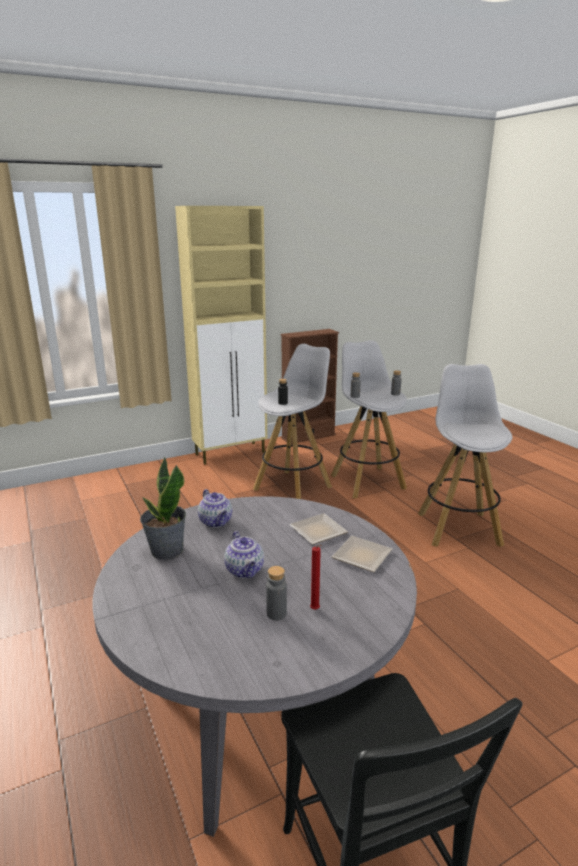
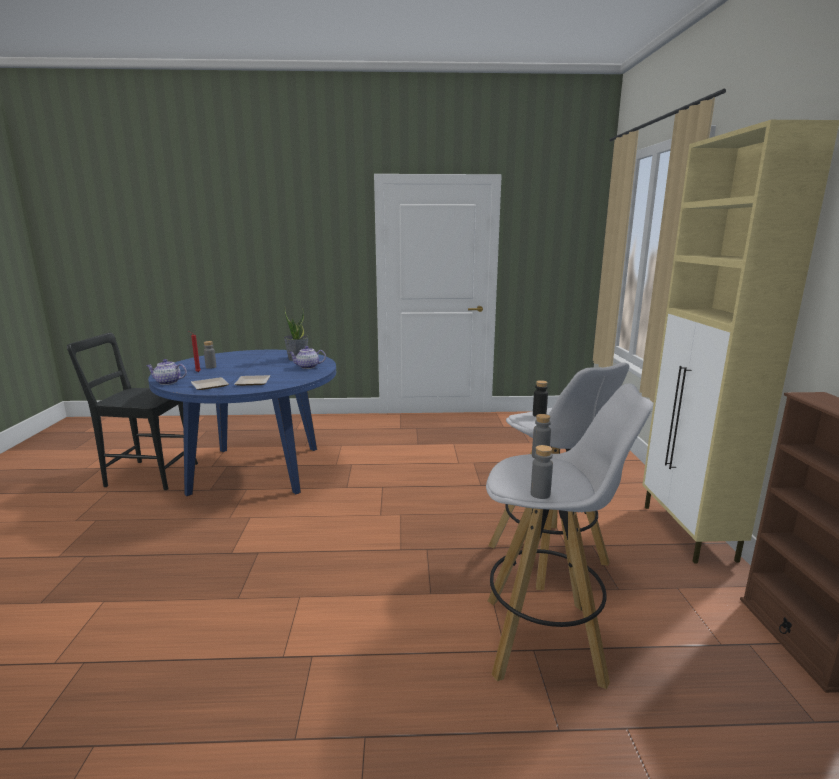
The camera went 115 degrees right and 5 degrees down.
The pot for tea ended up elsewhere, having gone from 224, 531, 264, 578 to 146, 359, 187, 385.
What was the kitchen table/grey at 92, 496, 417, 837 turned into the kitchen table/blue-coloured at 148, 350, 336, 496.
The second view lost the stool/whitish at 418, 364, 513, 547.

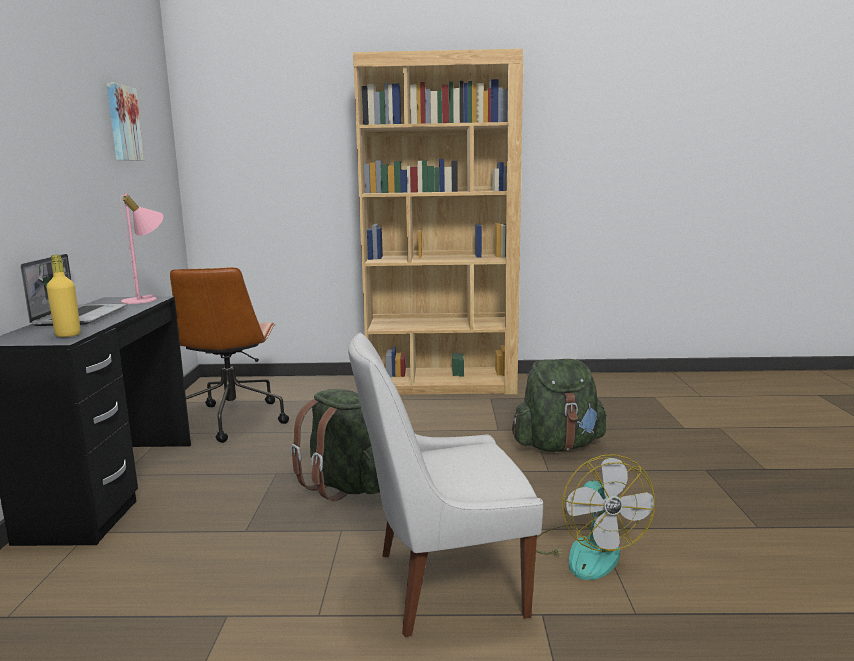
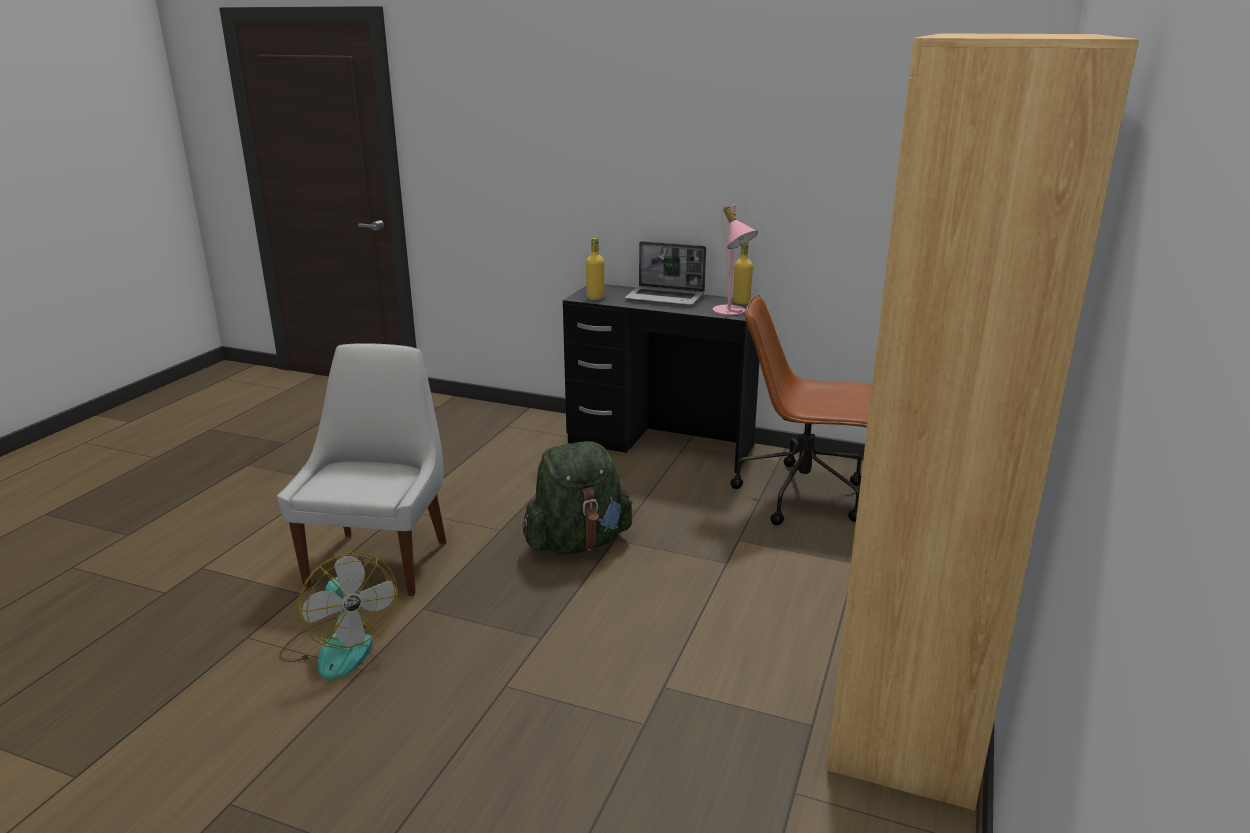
The camera went 110 degrees right and 10 degrees up.
The electric fan at 536, 454, 655, 580 ended up facing another way, 135 degrees counterclockwise from before.
The second view gained the drink bottle/yellow-coloured at 733, 242, 753, 304.
The second view lost the picture at 107, 83, 145, 161.
The second view lost the backpack/green-coloured at 512, 359, 607, 452.

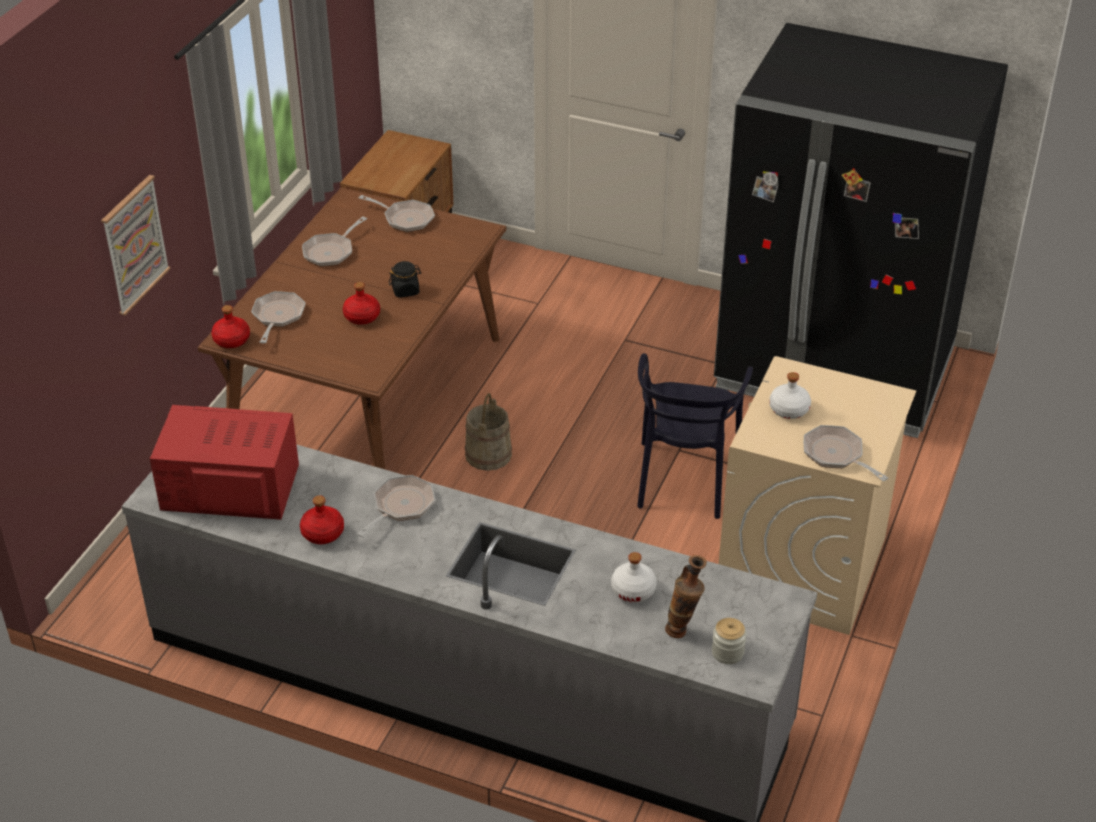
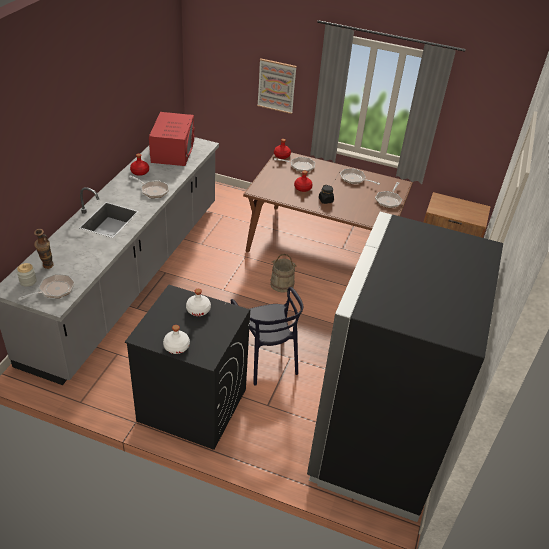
The camera went 85 degrees right and 0 degrees up.
The skillet ended up elsewhere, having gone from 804, 425, 888, 481 to 17, 274, 75, 301.
What was the laundry appliance/beige at 719, 356, 916, 635 turned into the laundry appliance/black at 125, 285, 250, 450.
The drink bottle/whitish ended up elsewhere, having gone from 611, 552, 657, 603 to 163, 325, 190, 354.
The upright chair/black at 637, 353, 753, 519 ended up facing another way, 120 degrees counterclockwise from before.

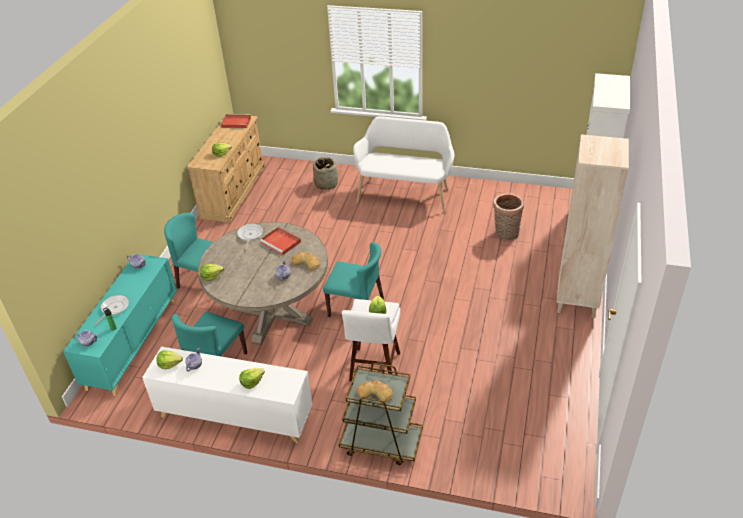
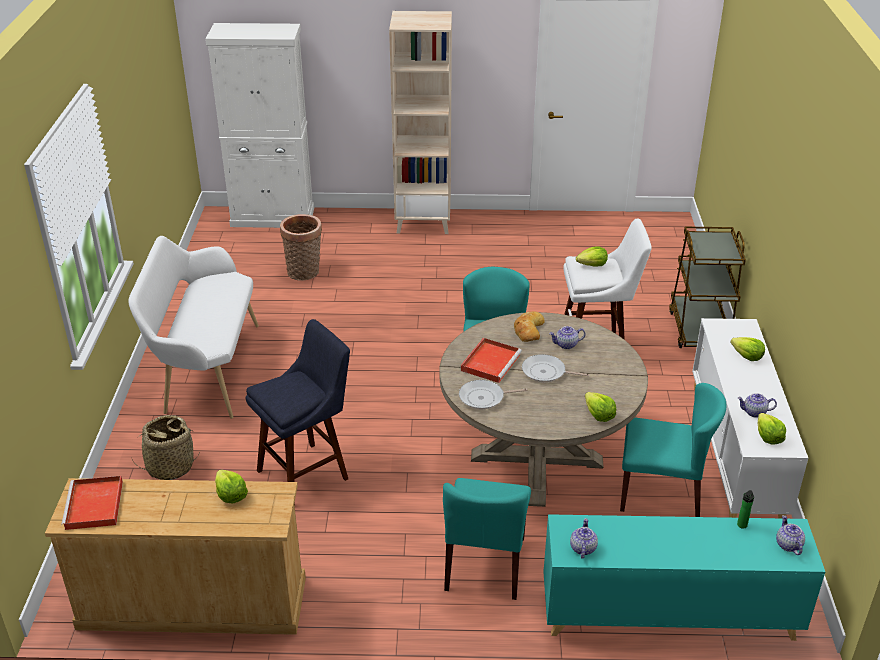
The camera went 105 degrees left and 5 degrees down.
The second view gained the stool/blue-coloured at 246, 319, 350, 505.
The skillet ended up elsewhere, having gone from 94, 295, 129, 325 to 522, 354, 590, 382.
The second view lost the bakery bread at 356, 381, 393, 402.

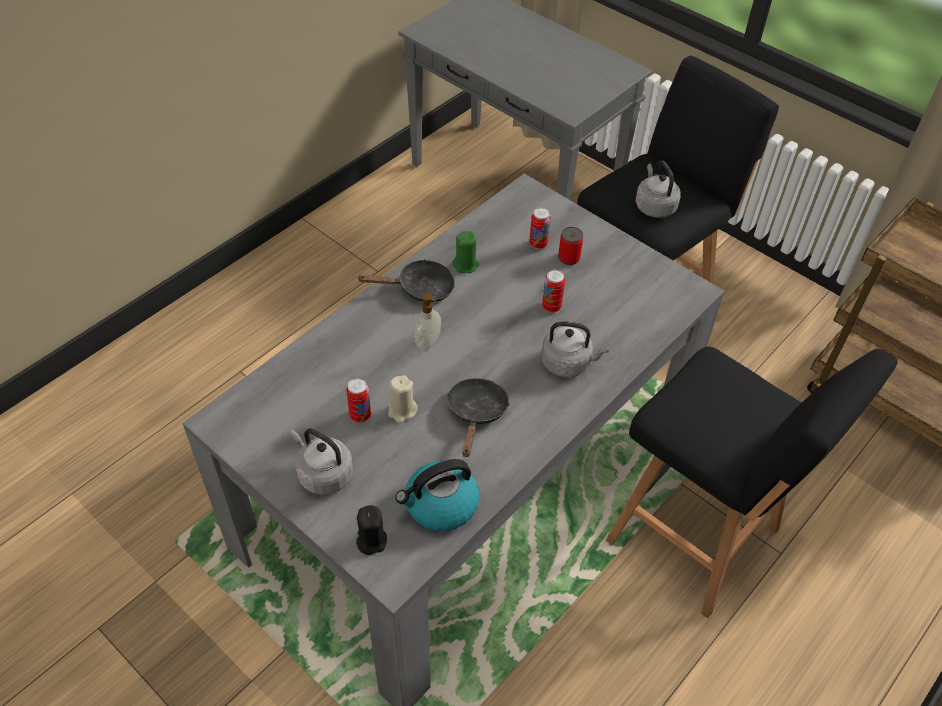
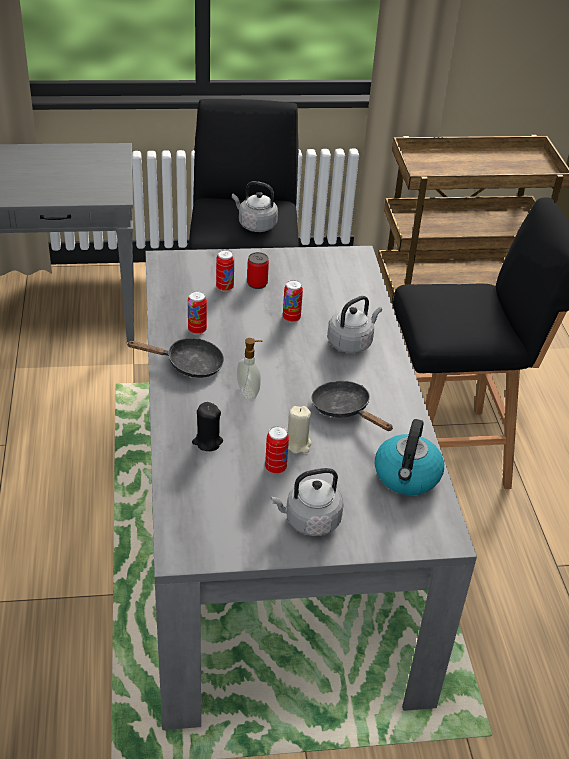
The camera went 50 degrees left and 10 degrees down.
The skillet/black at 358, 259, 455, 302 ended up facing another way, 60 degrees clockwise from before.
Where the candle/green-coloured stood at 453, 231, 479, 273, the sealed can came to stand at 188, 291, 207, 335.
The candle/black ended up elsewhere, having gone from 356, 505, 387, 555 to 192, 402, 223, 451.

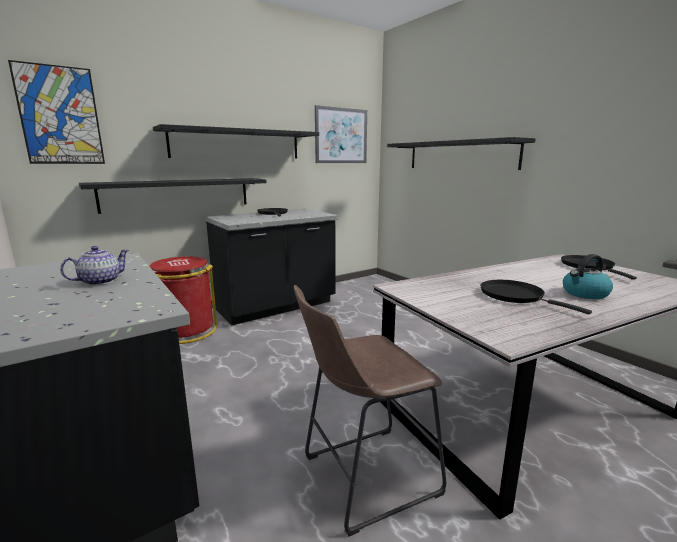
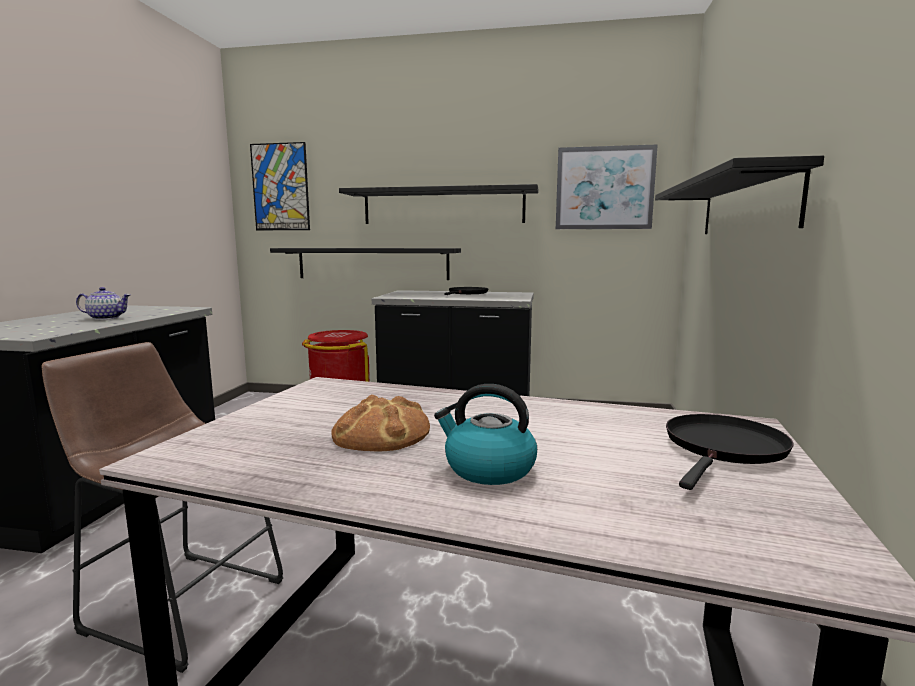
The camera went 45 degrees right and 5 degrees down.
Where the skillet/black stood at 481, 280, 592, 314, the bakery bread came to stand at 331, 394, 430, 451.

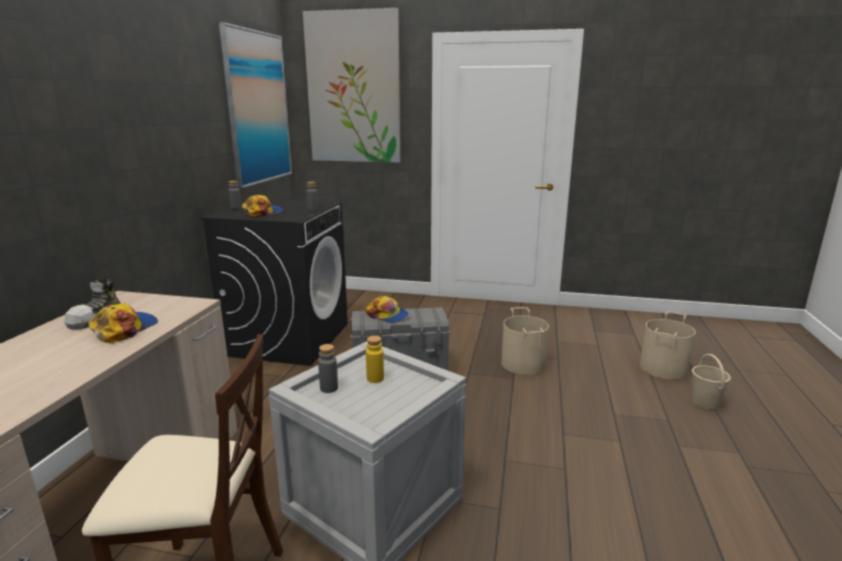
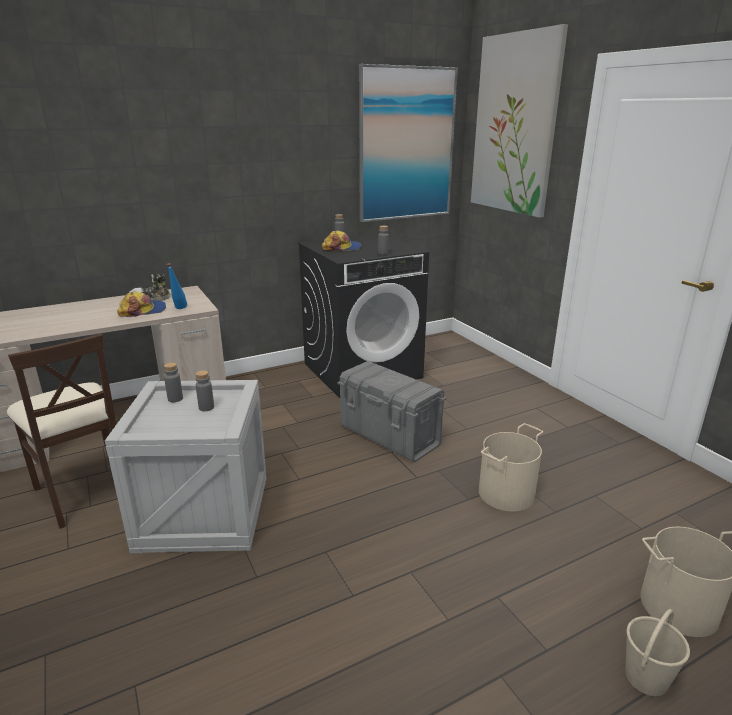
The camera went 50 degrees right and 5 degrees up.
The second view gained the drink bottle/blue-coloured at 167, 263, 187, 309.
What was the drink bottle/yellow-coloured at 366, 336, 384, 383 turned into the drink bottle/grey at 196, 370, 214, 411.
The second view lost the peaked cap at 365, 296, 409, 323.

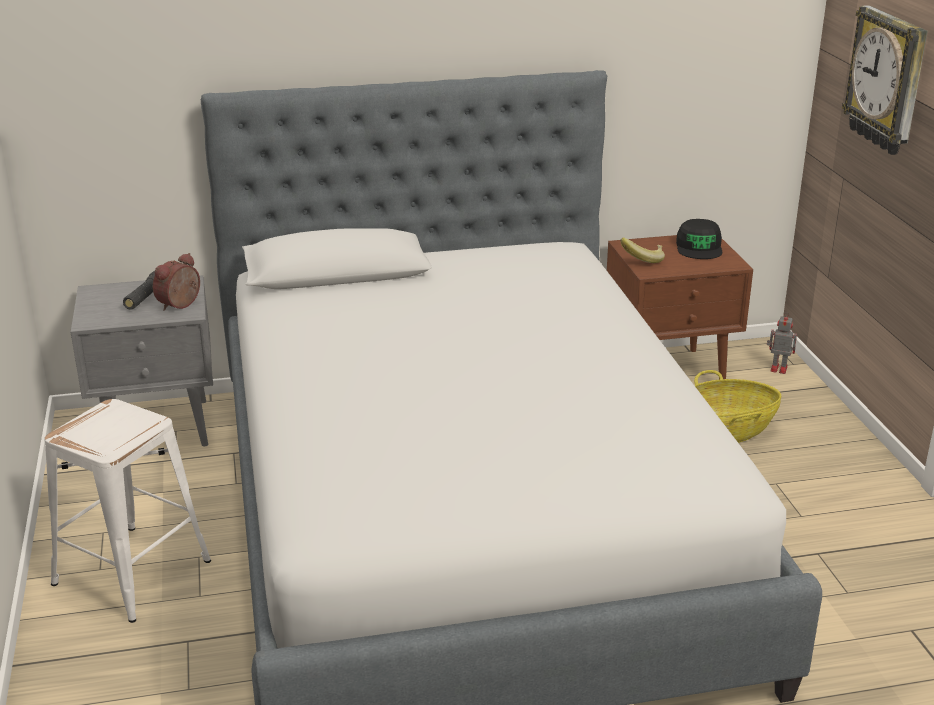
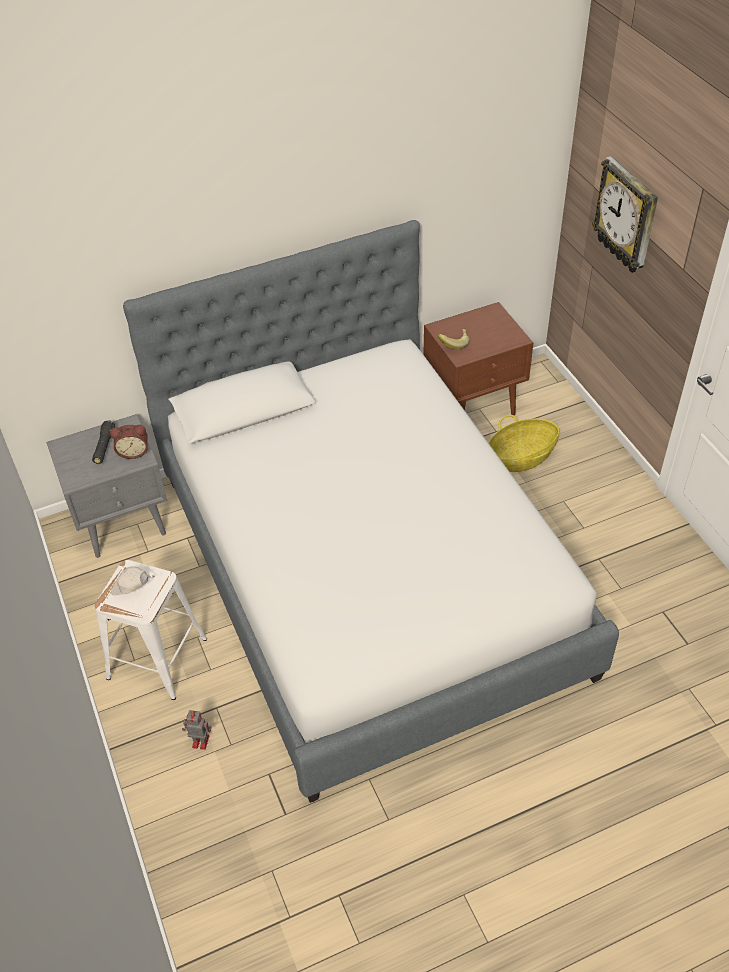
The camera went 10 degrees left and 20 degrees up.
The table clock at 153, 253, 200, 311 ended up facing another way, 120 degrees counterclockwise from before.
The second view gained the peaked cap/whitish at 111, 567, 155, 596.
The model robot ended up elsewhere, having gone from 767, 312, 797, 374 to 182, 710, 211, 750.
The second view lost the peaked cap/black at 676, 219, 722, 259.

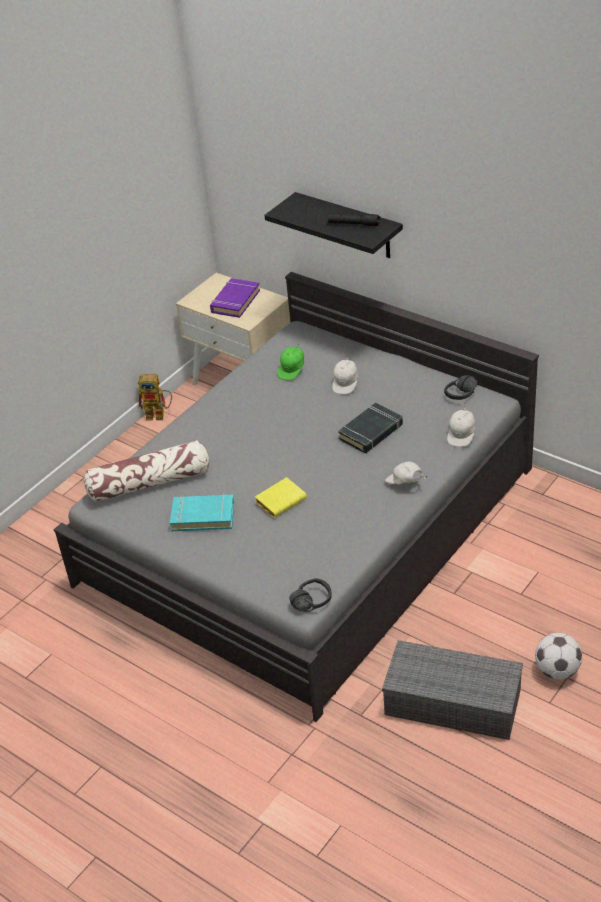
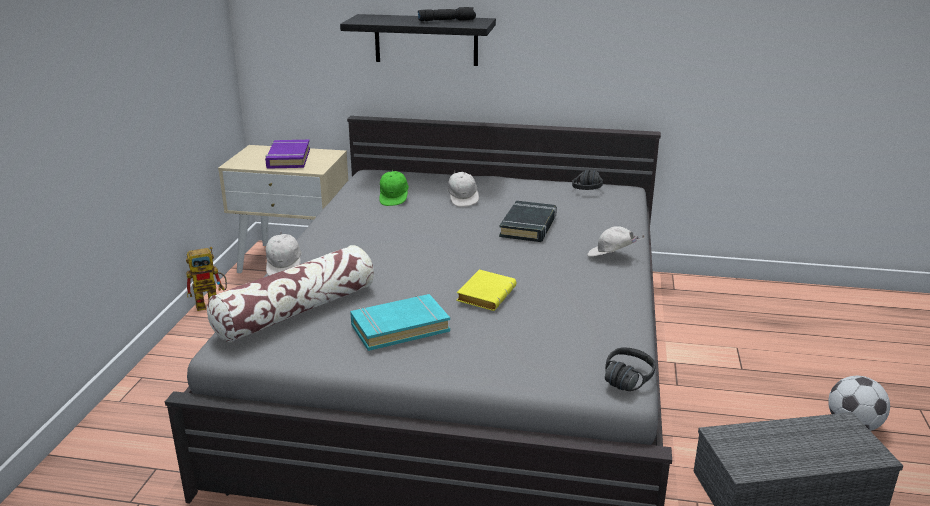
The camera went 30 degrees left and 15 degrees down.
The peaked cap/whitish ended up elsewhere, having gone from 447, 406, 476, 447 to 266, 232, 302, 276.

